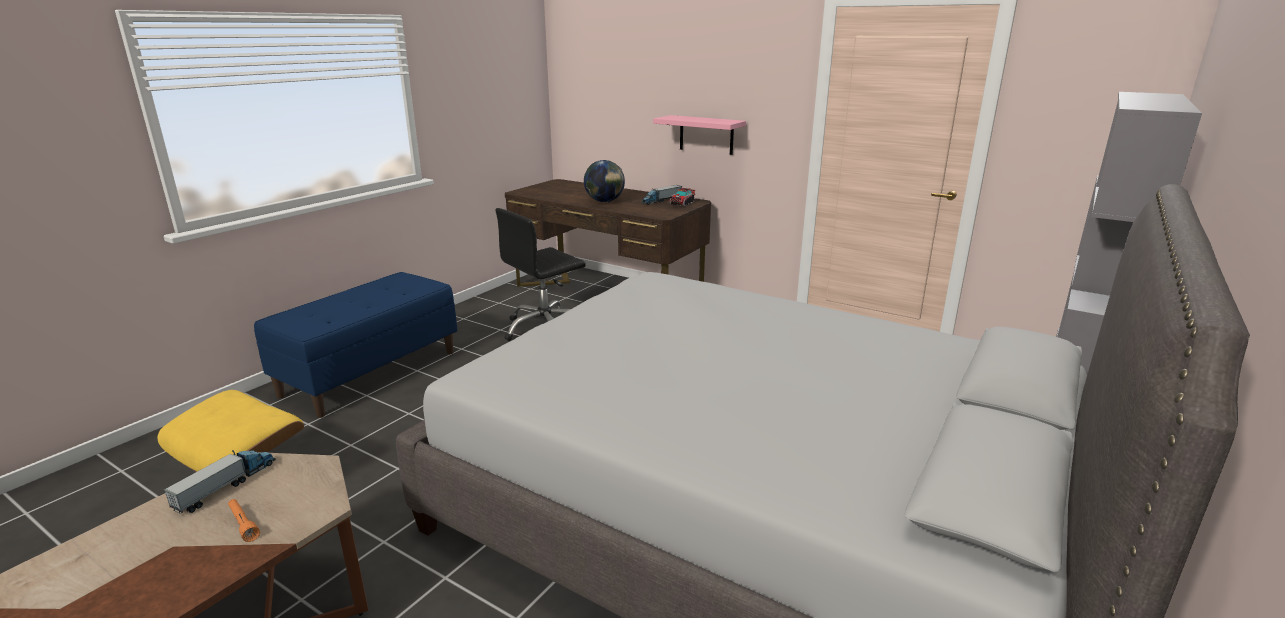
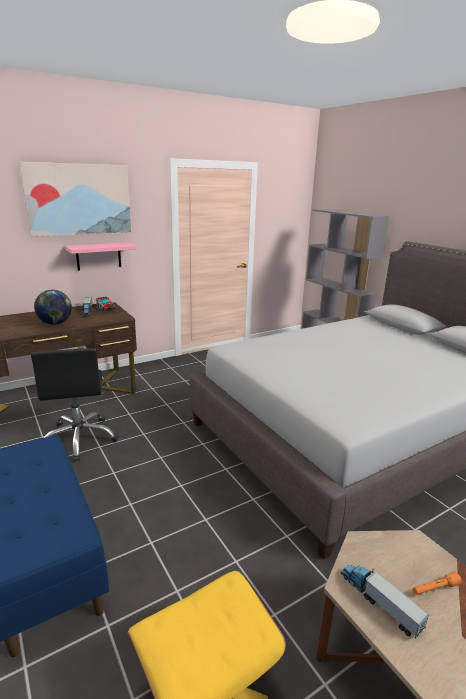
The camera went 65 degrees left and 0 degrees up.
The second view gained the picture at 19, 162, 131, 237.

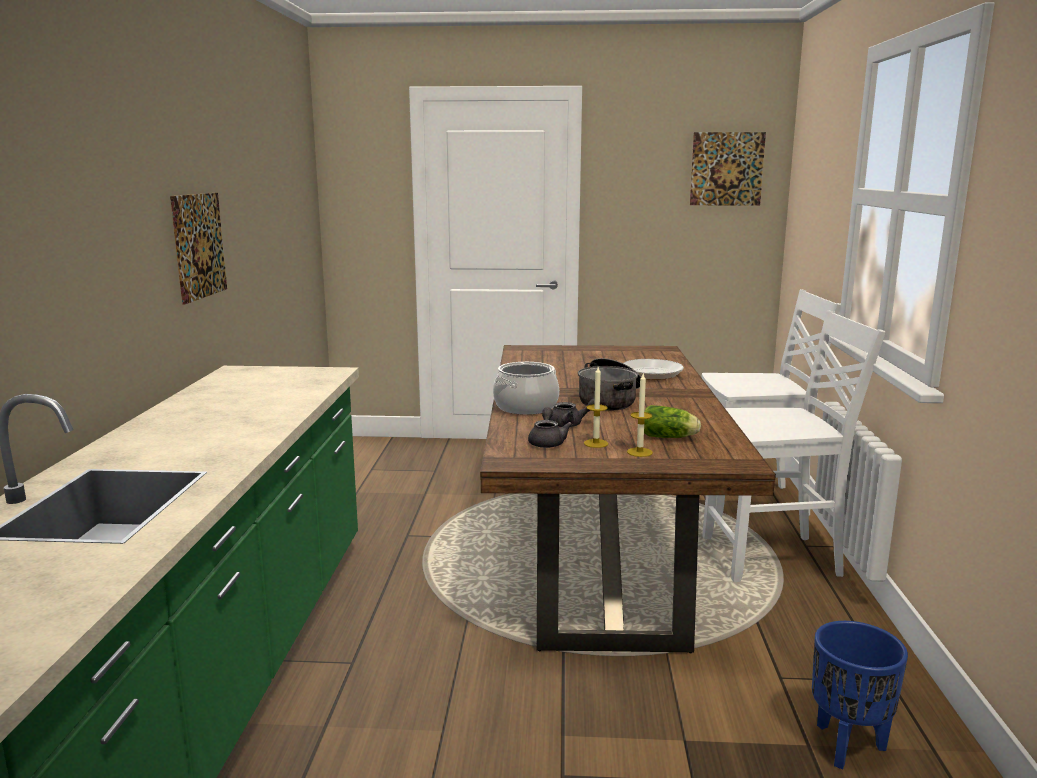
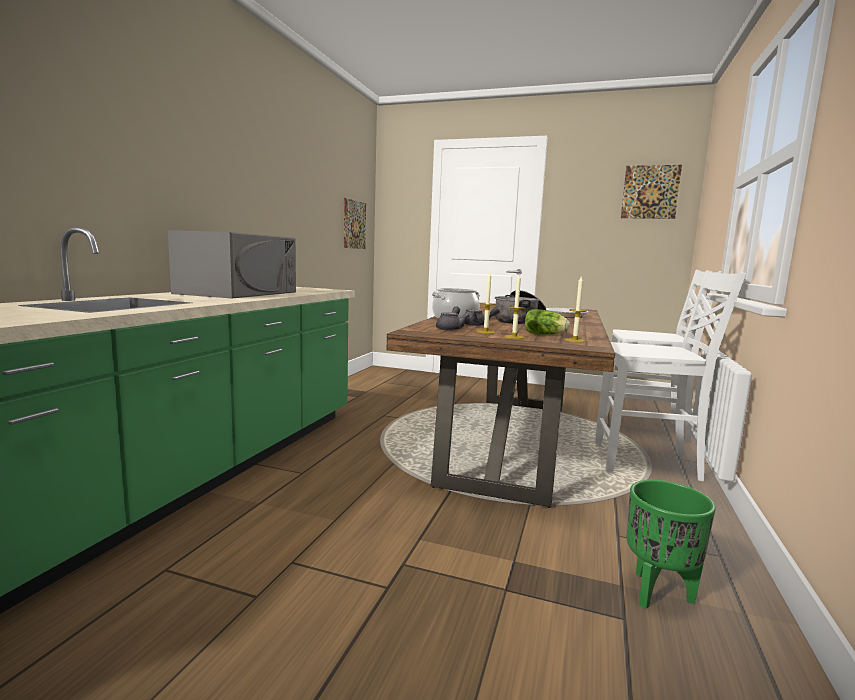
The camera went 15 degrees right and 5 degrees down.
The second view gained the microwave/grey at 168, 230, 296, 299.
The picture ended up elsewhere, having gone from 170, 193, 227, 305 to 344, 198, 366, 249.
The second view gained the candle at 565, 275, 587, 342.
What was the planter/blue-coloured at 812, 621, 908, 769 turned into the planter/green-coloured at 627, 480, 716, 609.

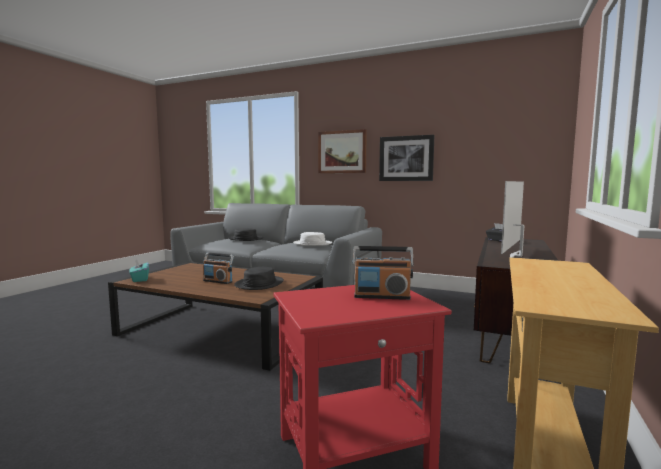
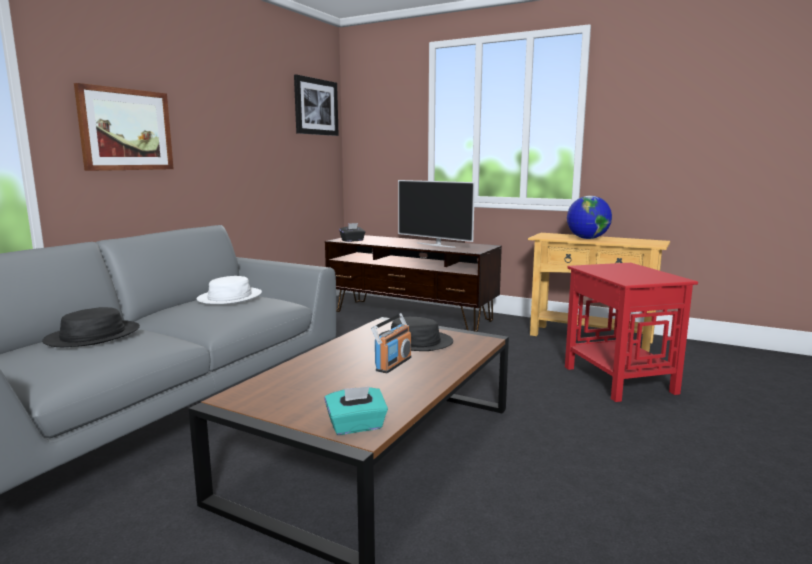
The camera went 85 degrees left and 5 degrees up.
The picture ended up elsewhere, having gone from 379, 135, 434, 181 to 294, 74, 339, 136.
The second view gained the globe at 567, 196, 612, 239.
The second view lost the radio set at 352, 246, 414, 300.

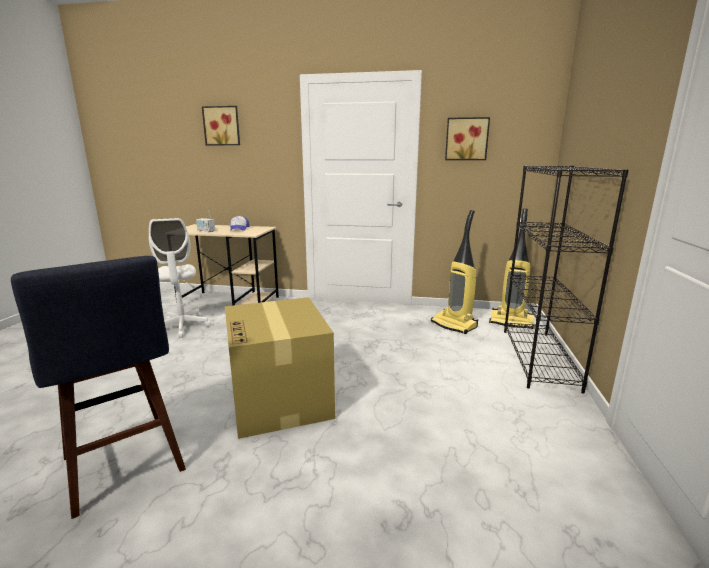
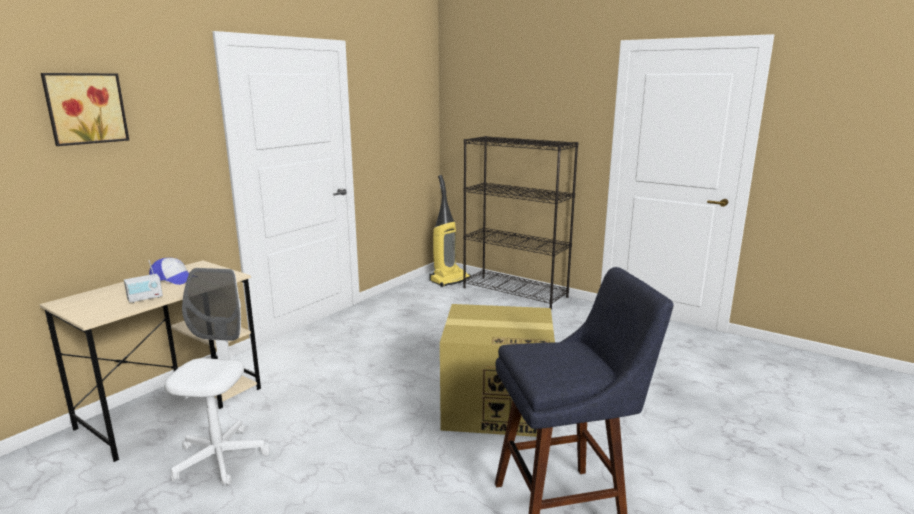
The camera went 65 degrees left and 0 degrees up.
The computer chair/whitish at 149, 218, 211, 338 ended up facing another way, 90 degrees counterclockwise from before.
The second view lost the vacuum cleaner at 431, 210, 478, 334.
The second view lost the picture at 445, 117, 490, 160.

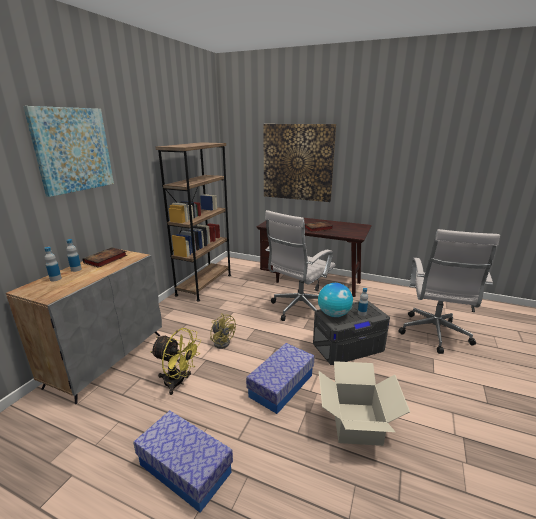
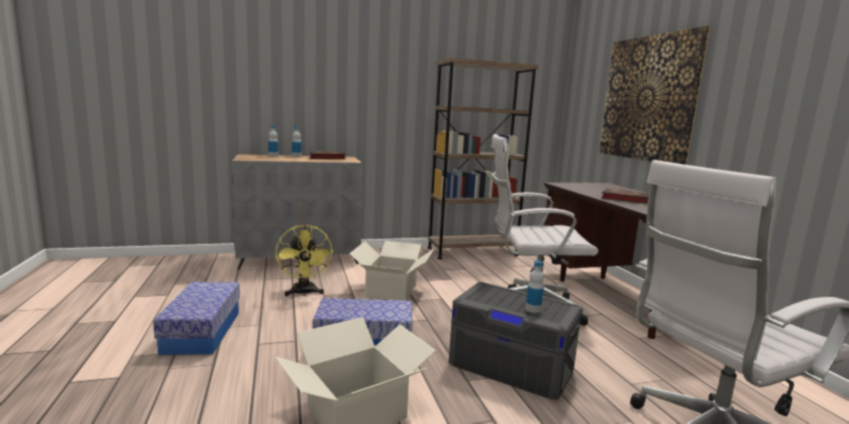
The camera went 50 degrees right and 10 degrees down.
Where the electric fan/yellow-coloured stood at 210, 313, 236, 349, the carton came to stand at 349, 241, 434, 301.
The second view lost the picture at 23, 106, 114, 197.
The second view lost the globe at 318, 283, 353, 317.

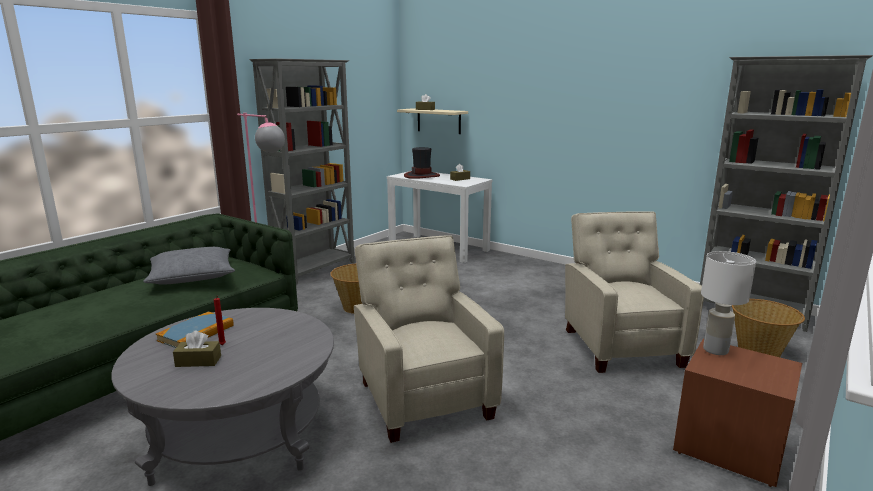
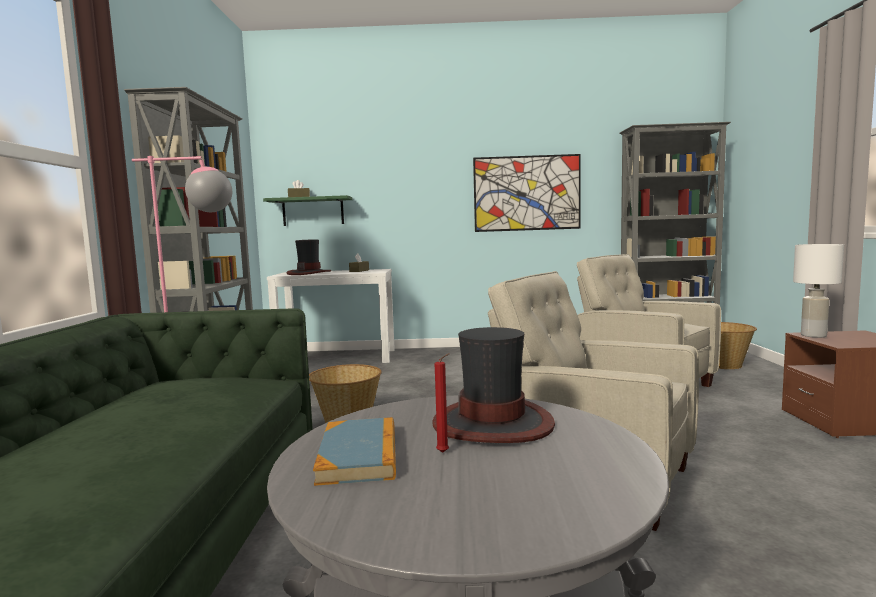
The camera went 35 degrees left and 10 degrees down.
What was the bracket shelf/beige at 397, 108, 468, 134 turned into the bracket shelf/green-coloured at 263, 195, 353, 226.
The second view gained the clothing hat at 432, 327, 555, 443.
The second view gained the picture at 473, 154, 581, 232.
The second view lost the pillow/grey at 143, 247, 235, 285.
The second view lost the box of tissues/brown-coloured at 173, 331, 221, 367.

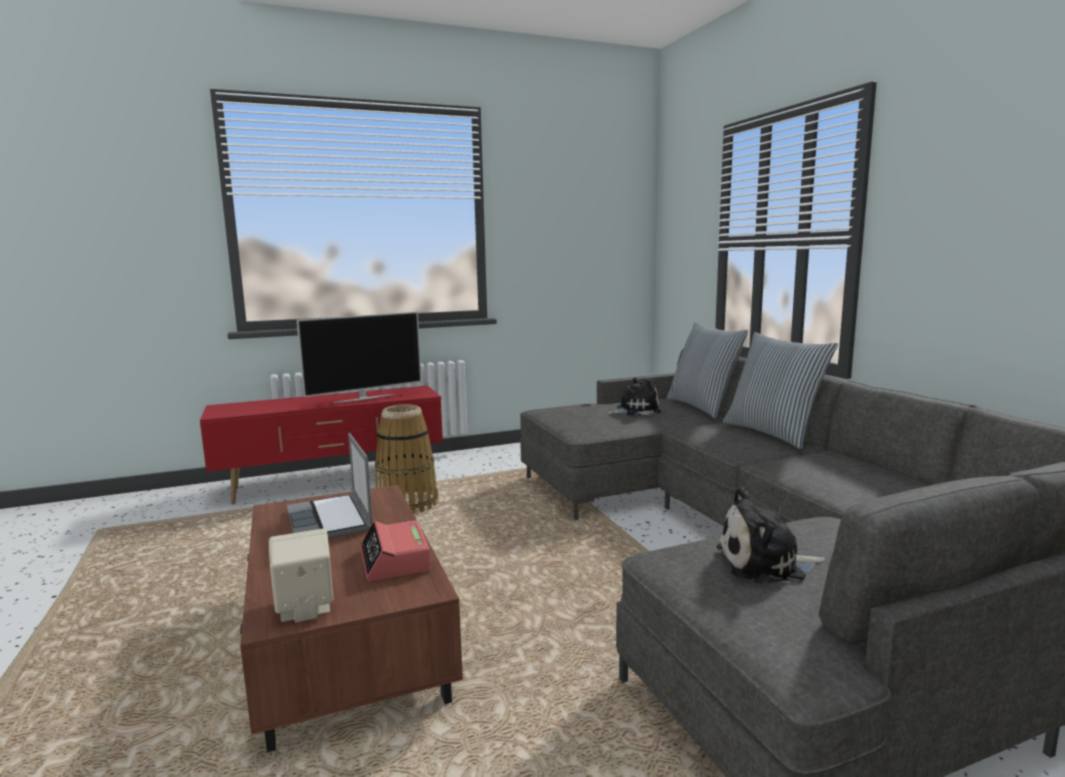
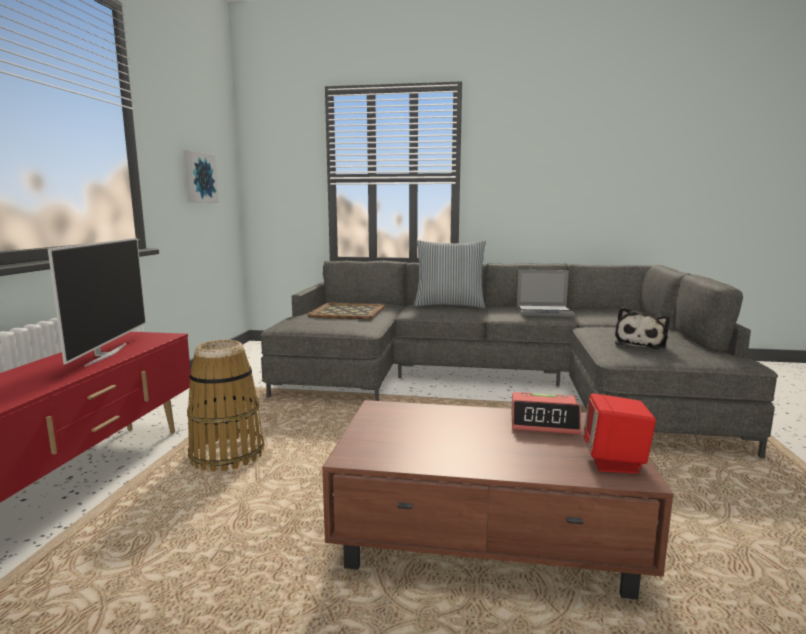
The camera went 60 degrees left and 0 degrees up.
The second view gained the picture at 184, 150, 219, 203.
Where the cuddly toy stood at 607, 378, 661, 415, the carrying tray came to stand at 307, 303, 385, 319.
The laptop ended up elsewhere, having gone from 287, 433, 373, 539 to 517, 270, 575, 317.
What was the loudspeaker/beige at 269, 528, 333, 623 turned into the loudspeaker/reddish at 583, 393, 656, 474.
The second view lost the pillow at 667, 322, 748, 418.

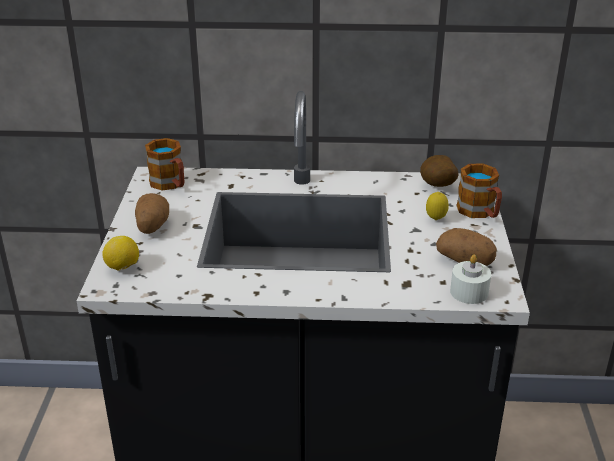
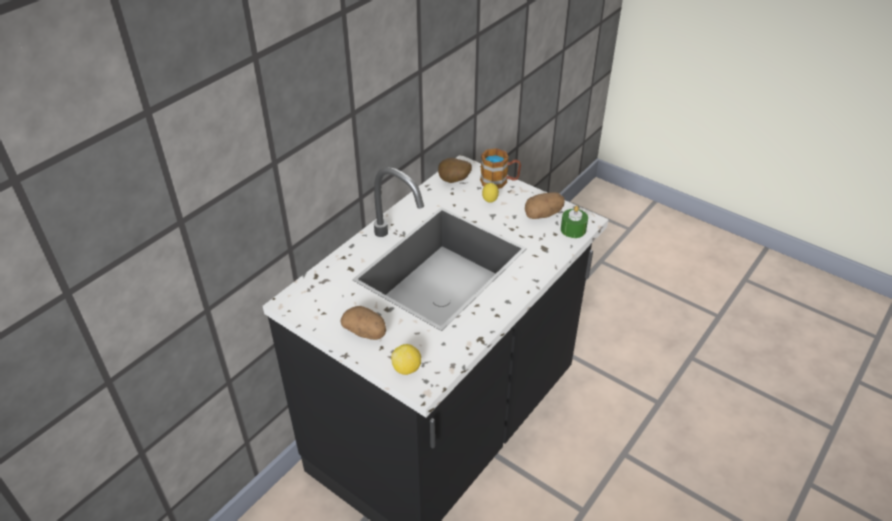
The camera went 55 degrees left and 10 degrees up.
What was the candle/whitish at 450, 254, 491, 304 turned into the candle/green-coloured at 561, 206, 588, 238.
The second view lost the mug at 145, 138, 184, 190.

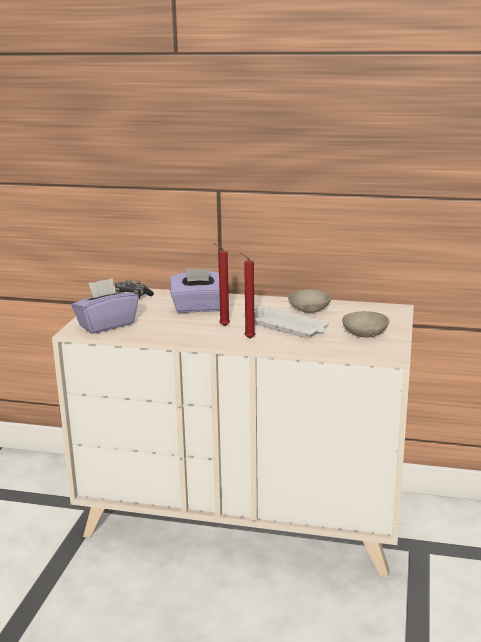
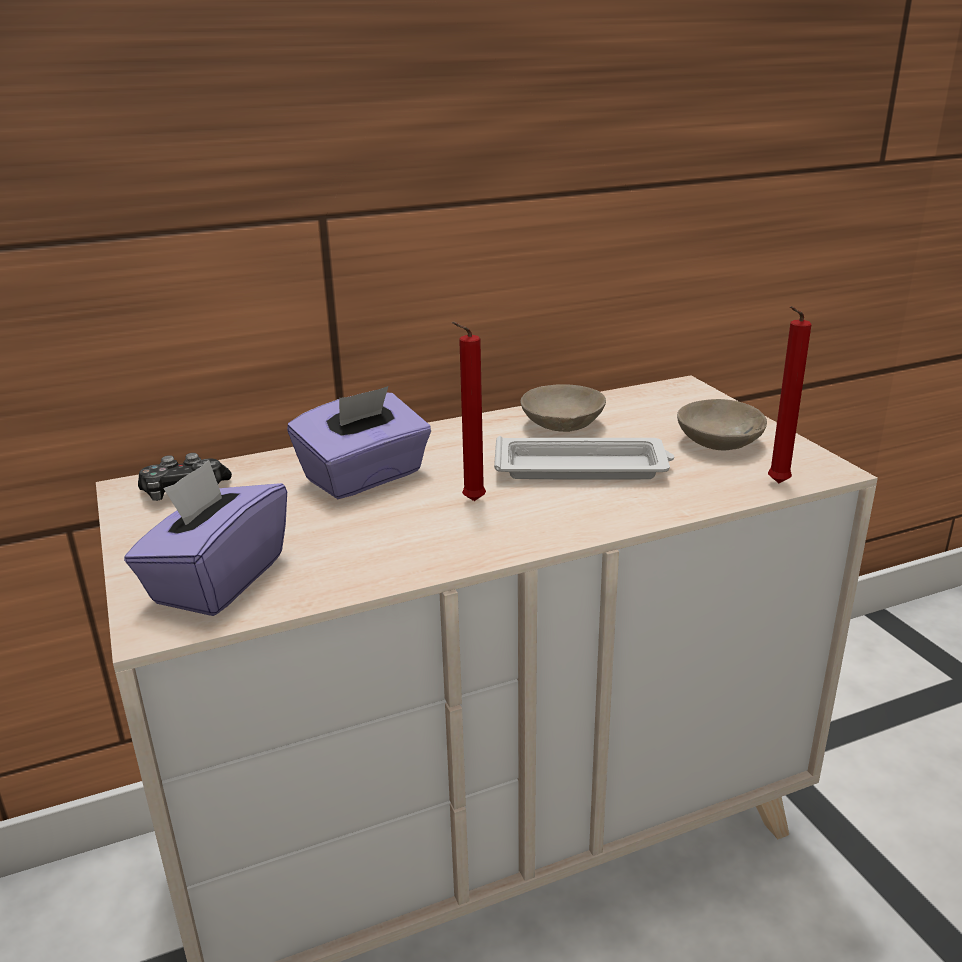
The camera went 35 degrees left and 5 degrees up.
The candle/reddish ended up elsewhere, having gone from 240, 253, 256, 339 to 768, 306, 812, 483.

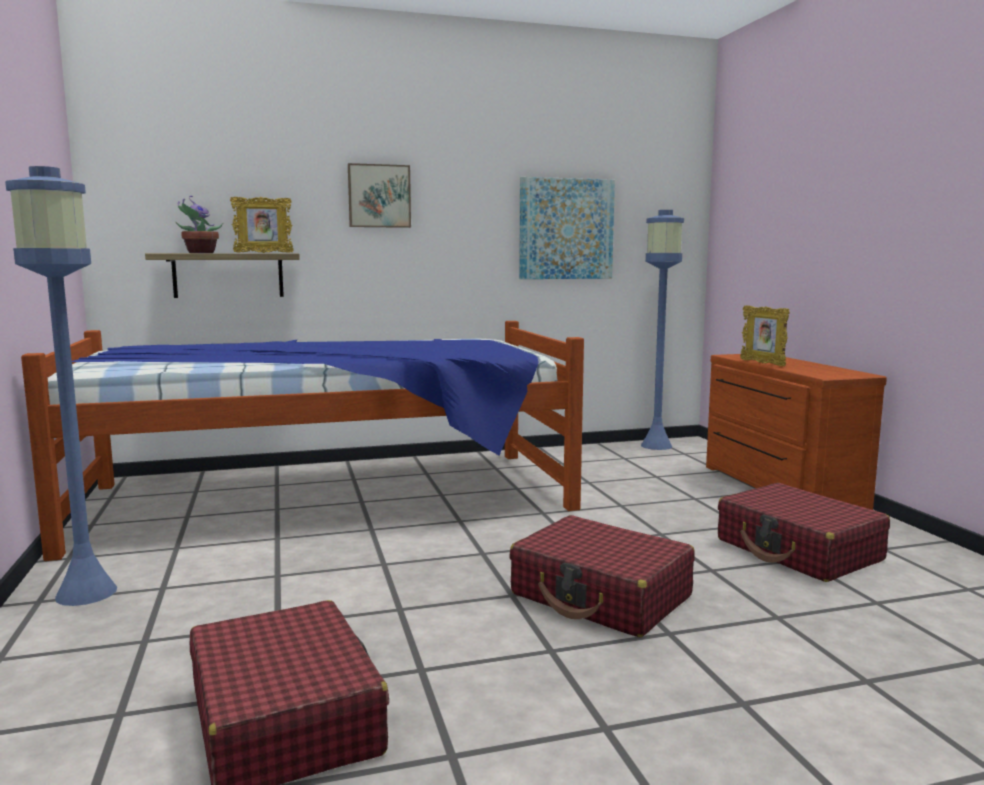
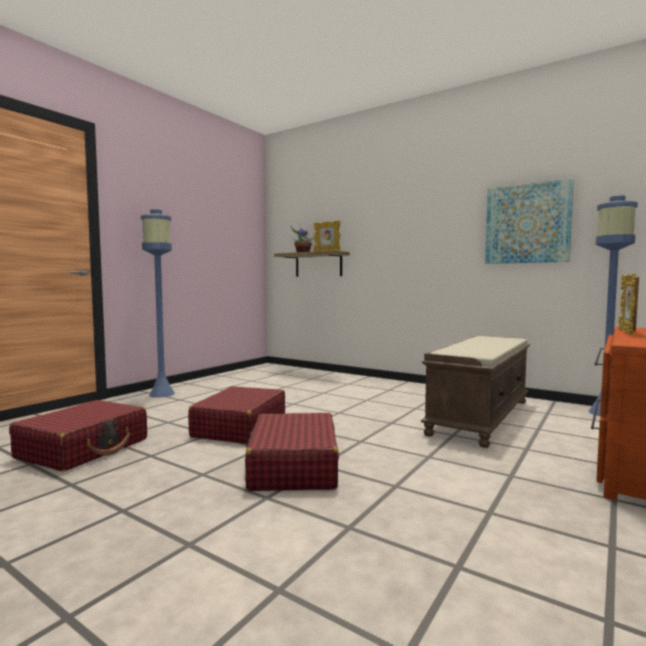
The camera went 50 degrees right and 5 degrees down.
The piece of luggage/reddish ended up elsewhere, having gone from 718, 483, 890, 582 to 188, 386, 285, 444.
The second view gained the indoor bench/brown-coloured at 421, 335, 530, 448.
The second view lost the bed at 21, 321, 584, 561.
The second view lost the picture at 348, 163, 411, 228.

